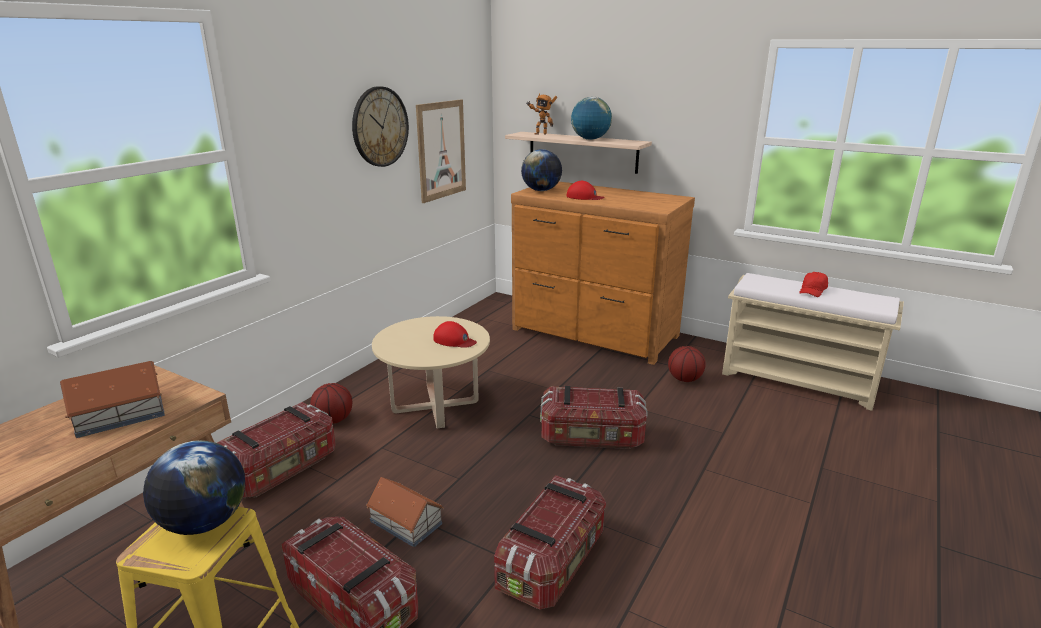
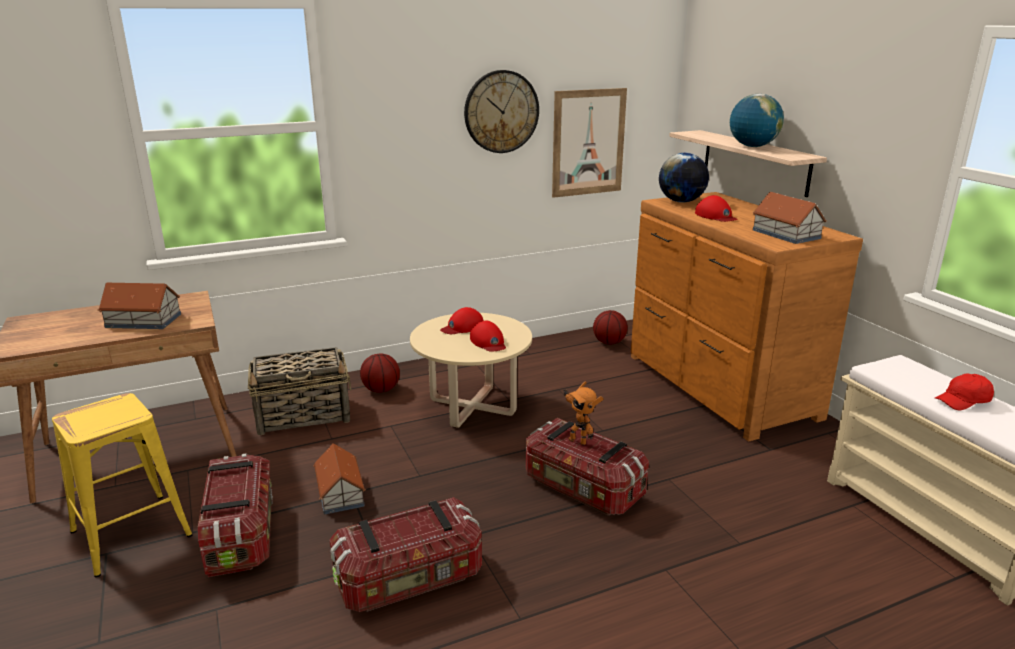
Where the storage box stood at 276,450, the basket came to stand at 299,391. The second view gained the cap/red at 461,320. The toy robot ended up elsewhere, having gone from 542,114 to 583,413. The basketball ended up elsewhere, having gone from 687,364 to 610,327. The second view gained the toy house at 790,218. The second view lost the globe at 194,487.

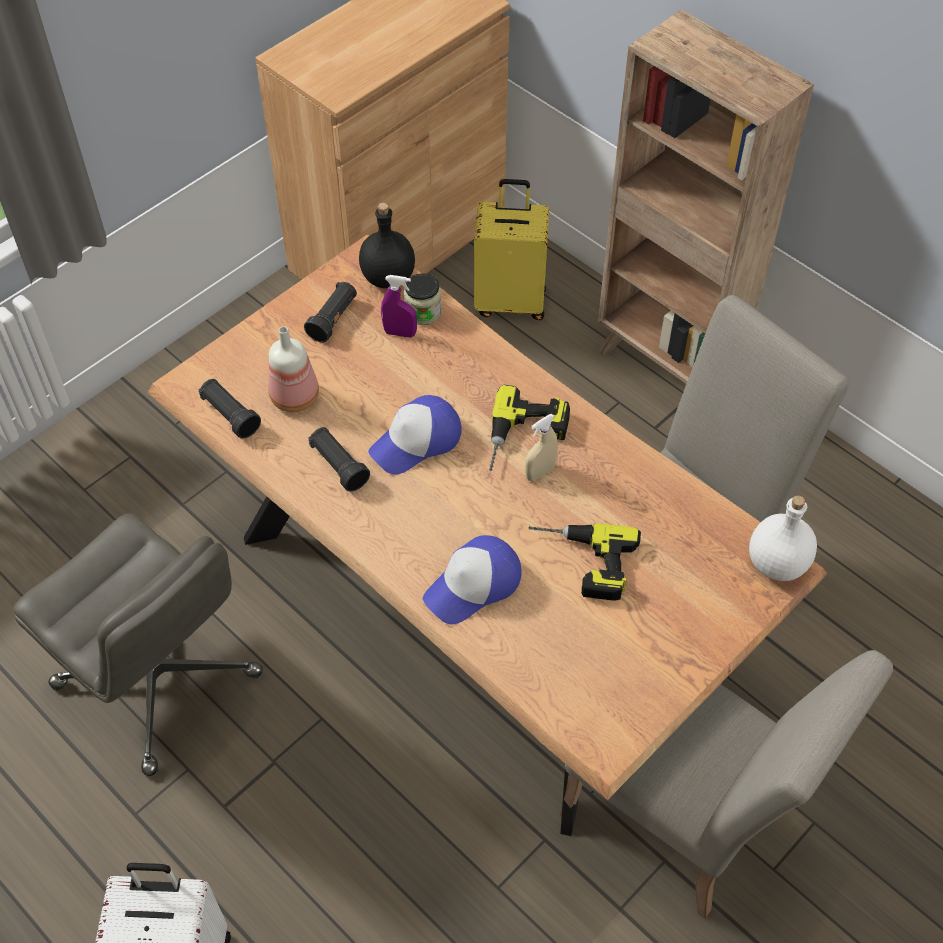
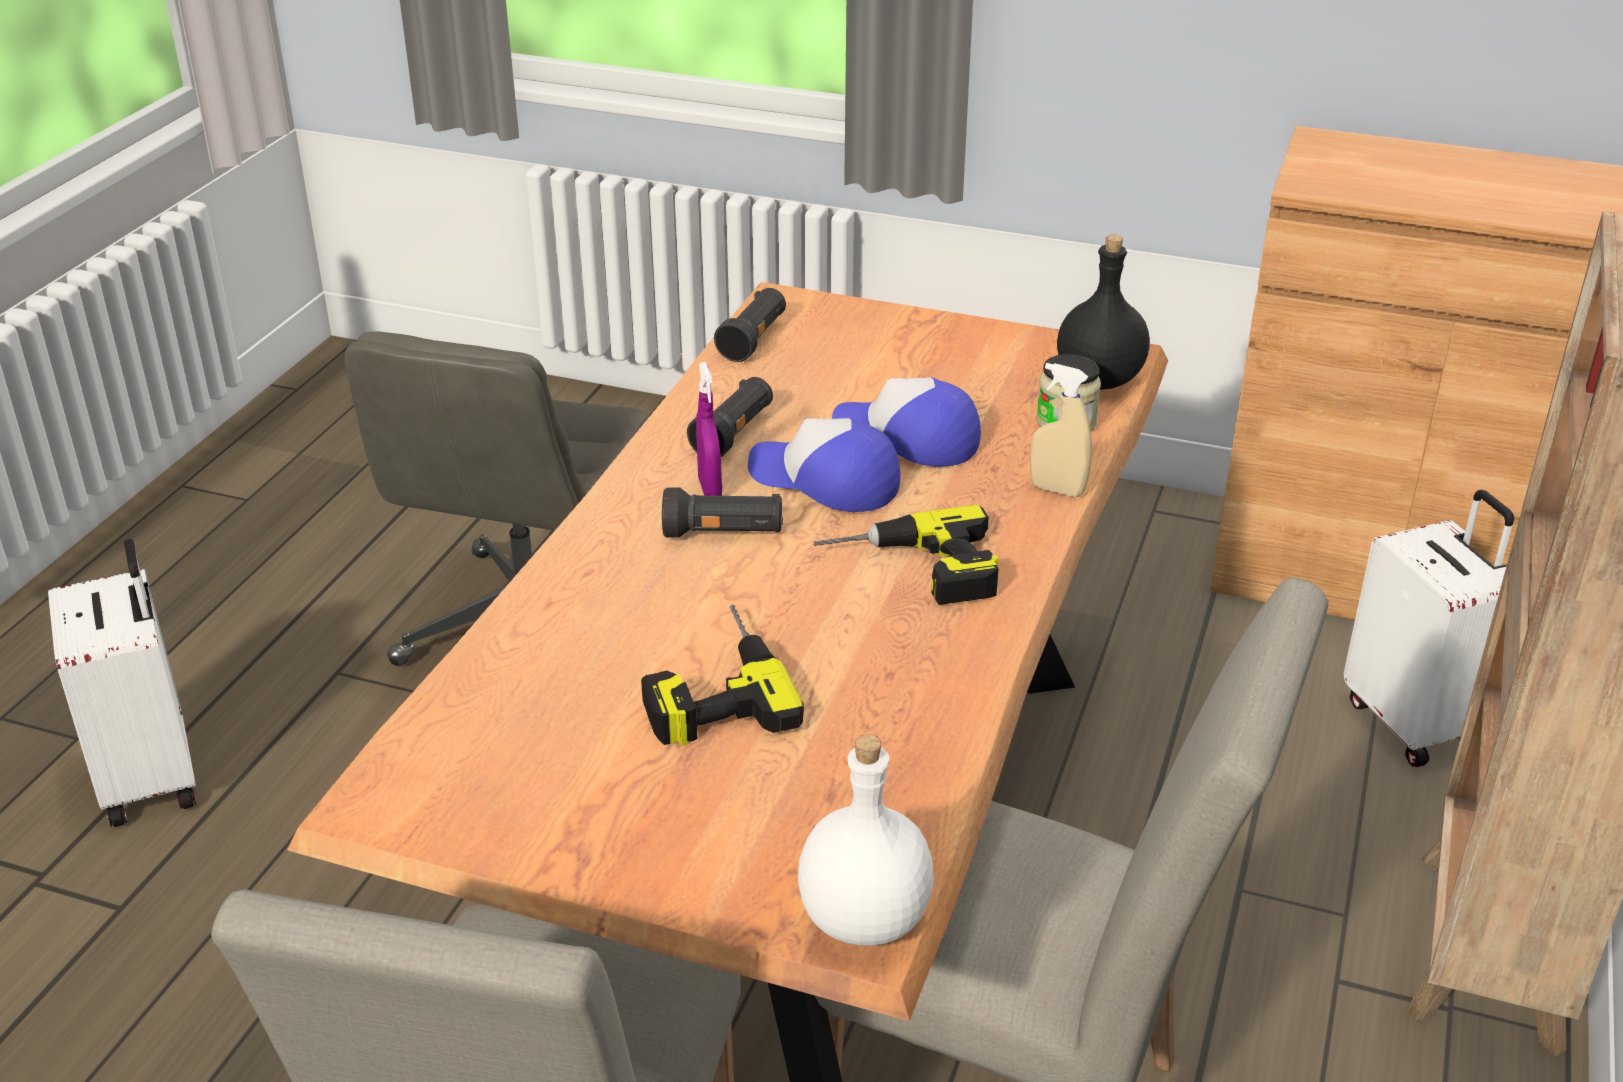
The flashlight/black ended up elsewhere, having gone from 330,312 to 722,512. The spray bottle/purple ended up elsewhere, having gone from 399,306 to 709,429. The cap ended up elsewhere, having gone from 472,579 to 906,422. The spray bottle/beige ended up elsewhere, having gone from 541,447 to 1061,430. What was the suitcase/yellow at 511,249 turned into the suitcase/white at 1429,628. The second view lost the bottle at 293,369.

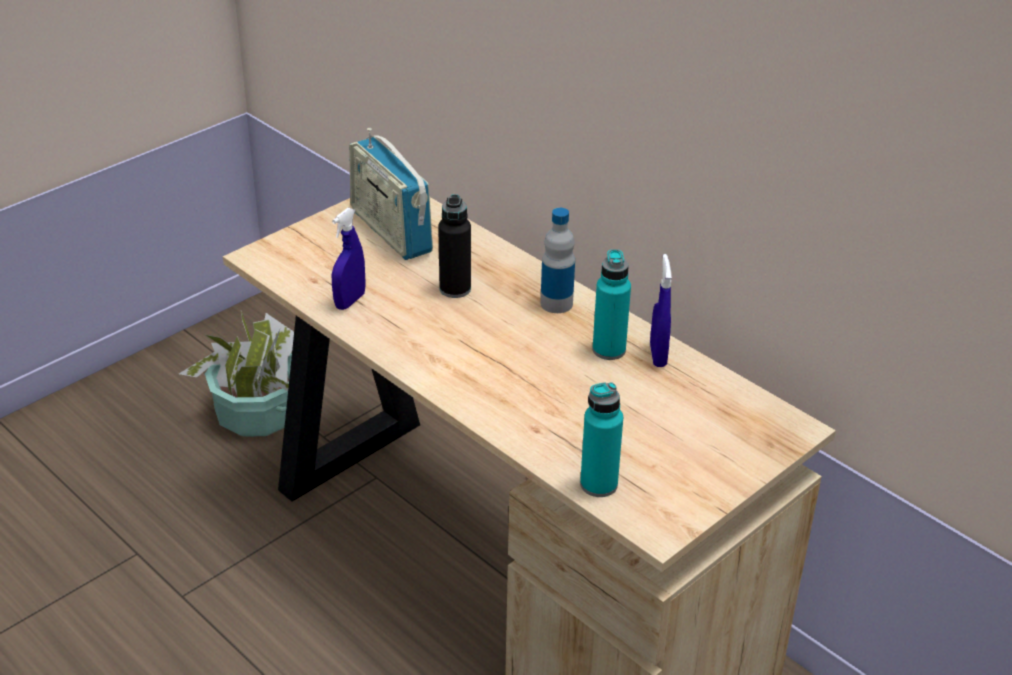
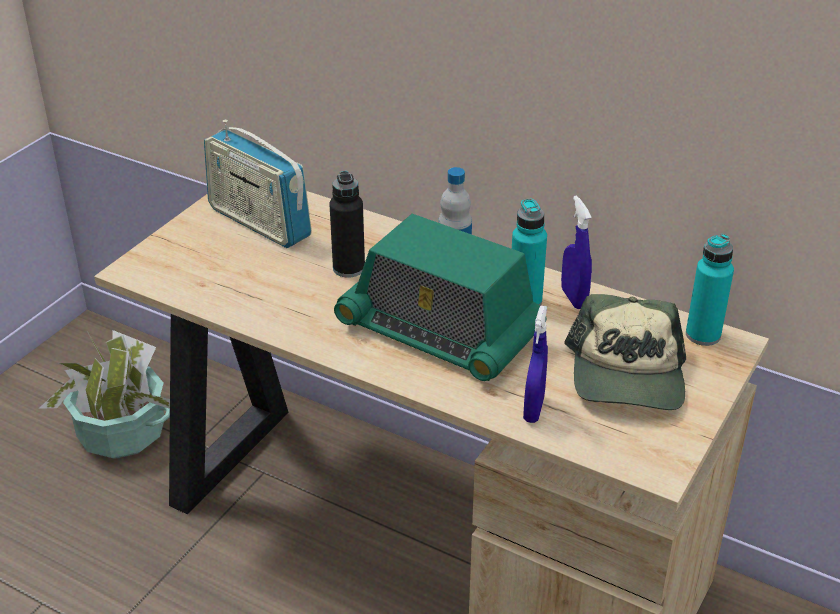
The second view gained the radio at 440,297. The spray bottle/blue ended up elsewhere, having gone from 349,259 to 535,364. The second view gained the cap at 625,352. The bottle/turquoise ended up elsewhere, having gone from 601,439 to 710,290.

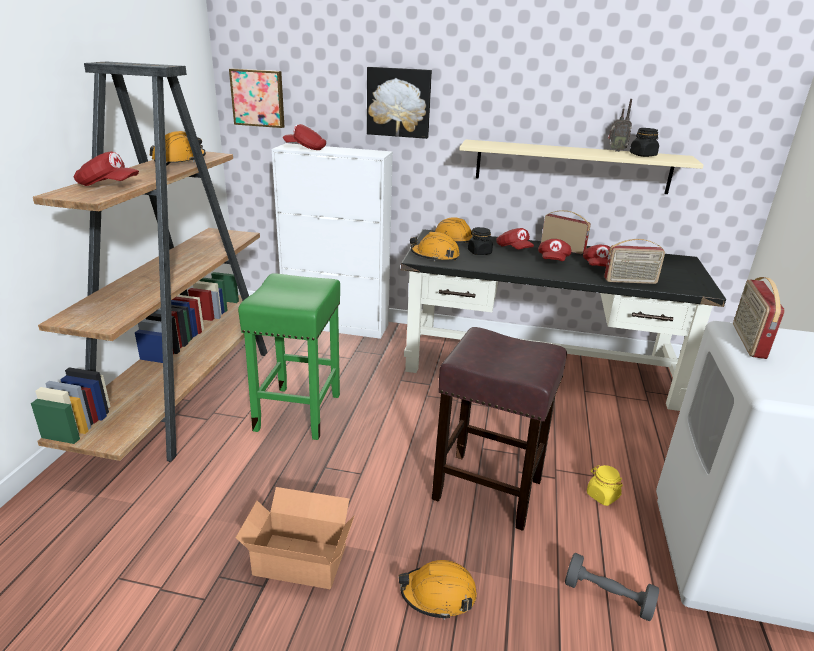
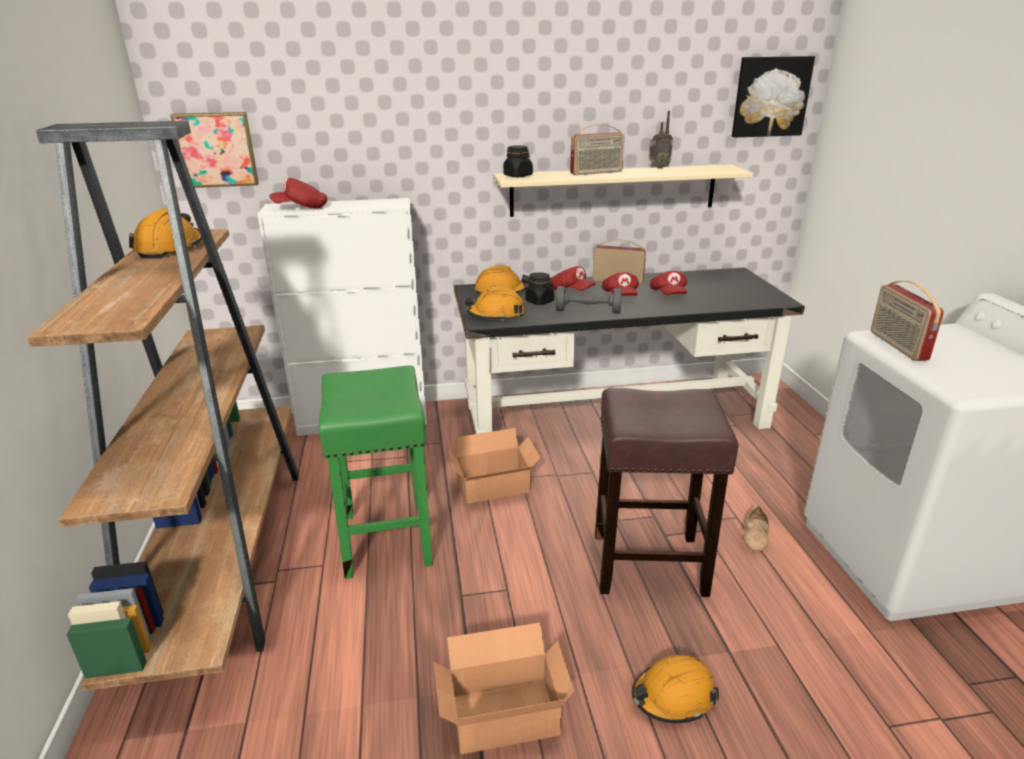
The second view gained the cardboard box at 494,466. The jar/black ended up elsewhere, having gone from 644,142 to 518,161. The dumbbell/grey ended up elsewhere, having gone from 612,587 to 589,300. The radio ended up elsewhere, having gone from 634,261 to 597,149. The picture ended up elsewhere, having gone from 399,103 to 773,96. Where the jar/yellow stood at 605,485, the shoe/beige came to stand at 756,528. The second view lost the cap/red at 106,168.

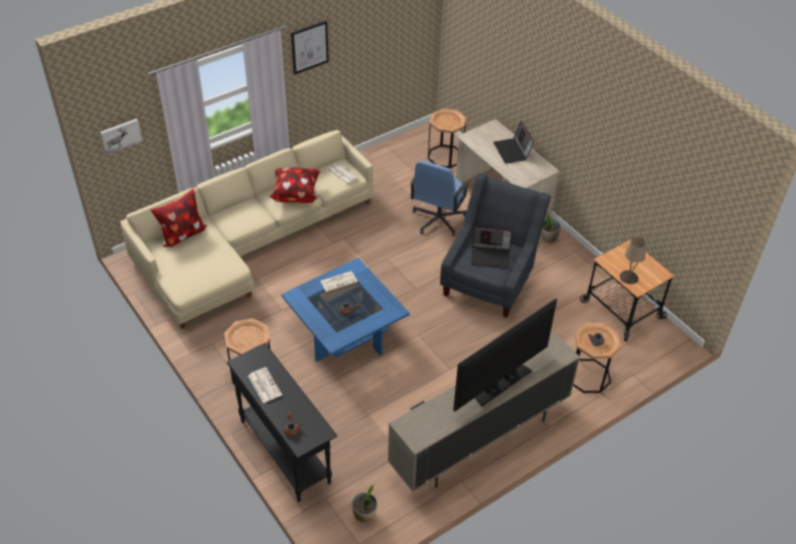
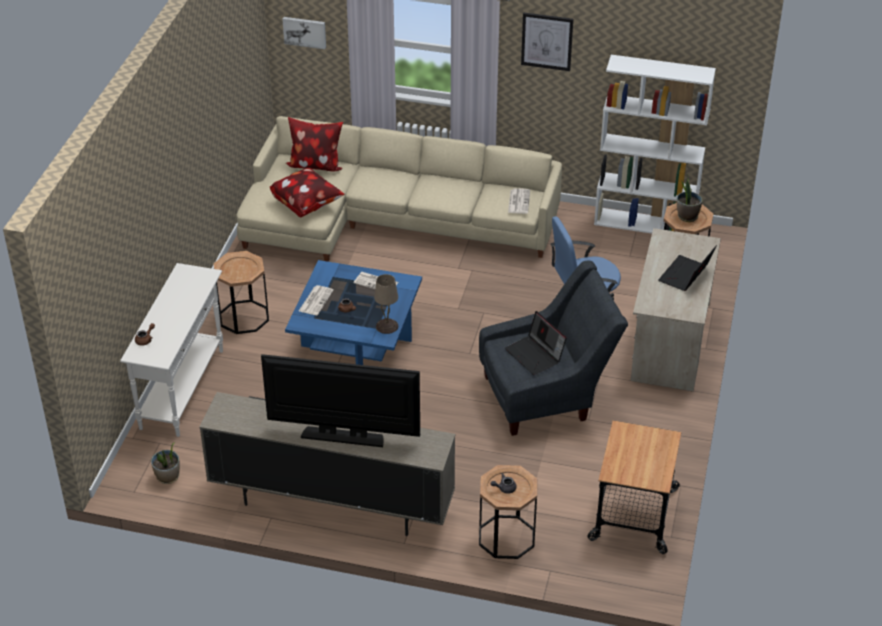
What was the console table/black at 282,422 turned into the console table/white at 171,350. The pillow ended up elsewhere, having gone from 295,185 to 307,192. The newspaper ended up elsewhere, having gone from 265,385 to 316,300. The table lamp/beige ended up elsewhere, having gone from 633,260 to 386,304. The second view gained the bookcase/white at 655,144. The potted plant ended up elsewhere, having gone from 551,228 to 690,198.

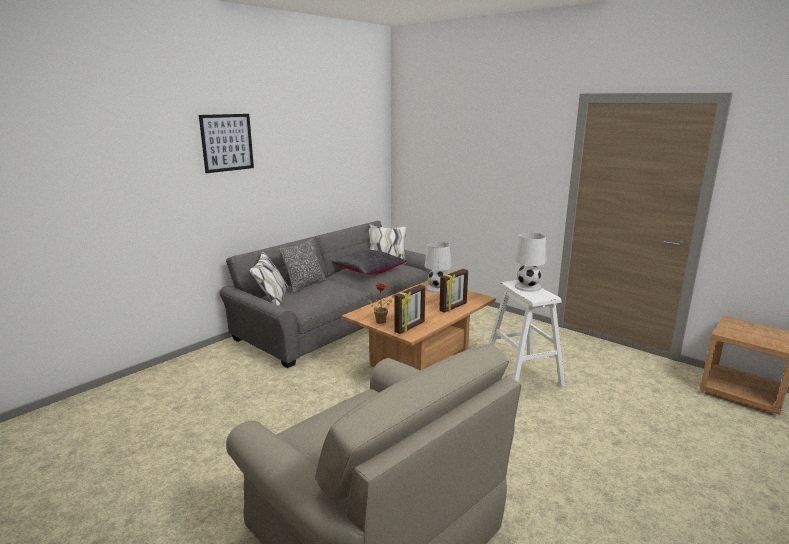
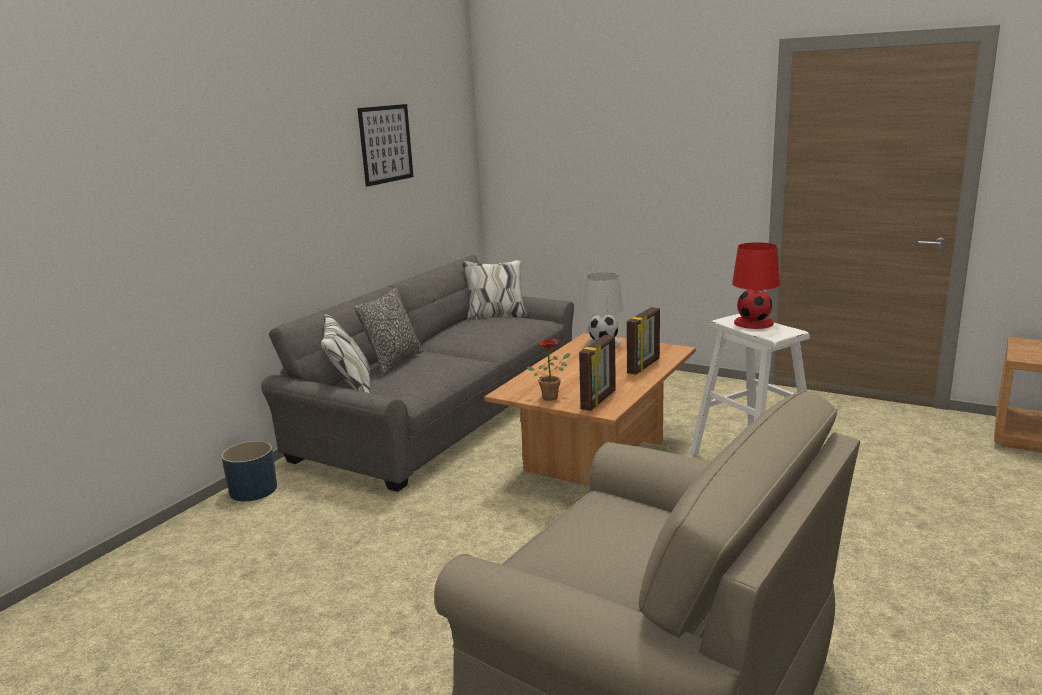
The second view gained the planter/blue at 249,471. The picture ended up elsewhere, having gone from 226,143 to 385,145. What was the table lamp/white at 530,262 turned into the table lamp/red at 756,285. The second view lost the pillow/black at 369,262.

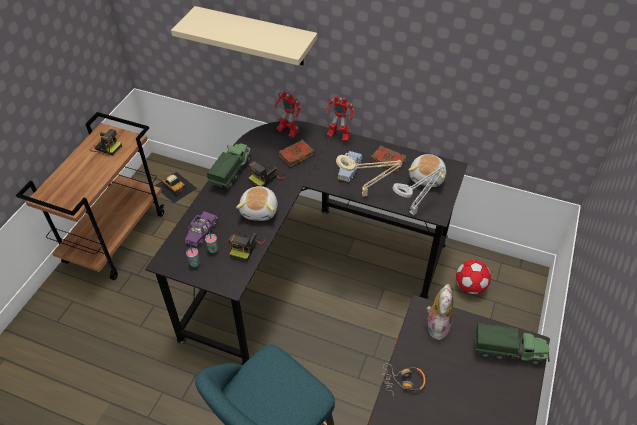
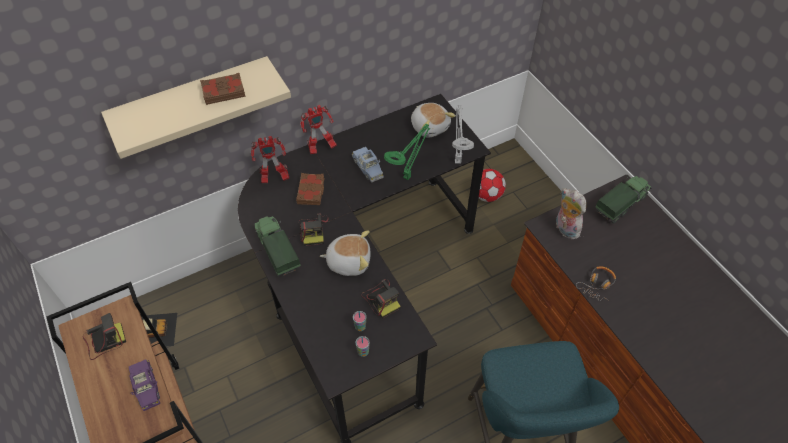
The toy car/purple ended up elsewhere, having gone from 202,230 to 144,385. The book/brown ended up elsewhere, having gone from 388,158 to 223,89. The plush toy at 257,203 ended up facing another way, 45 degrees counterclockwise from before. What was the table lamp/beige at 369,176 turned into the table lamp/green at 407,152.

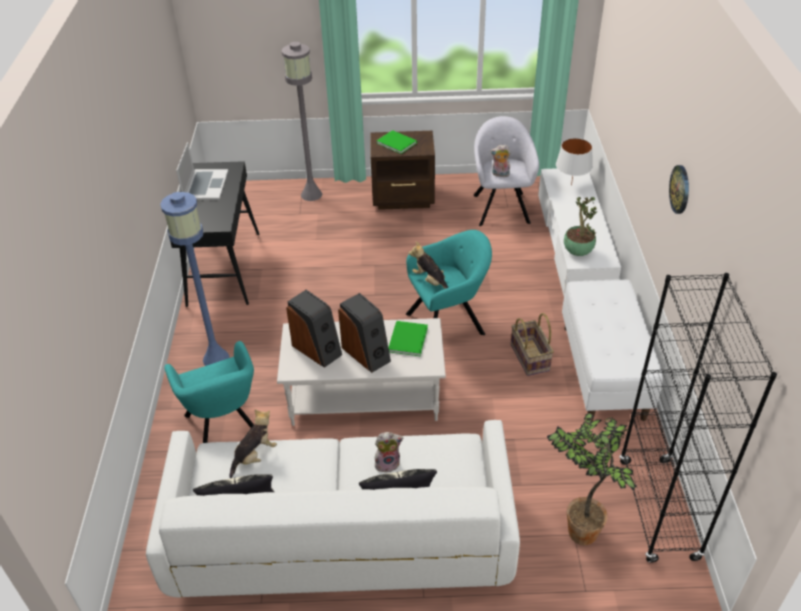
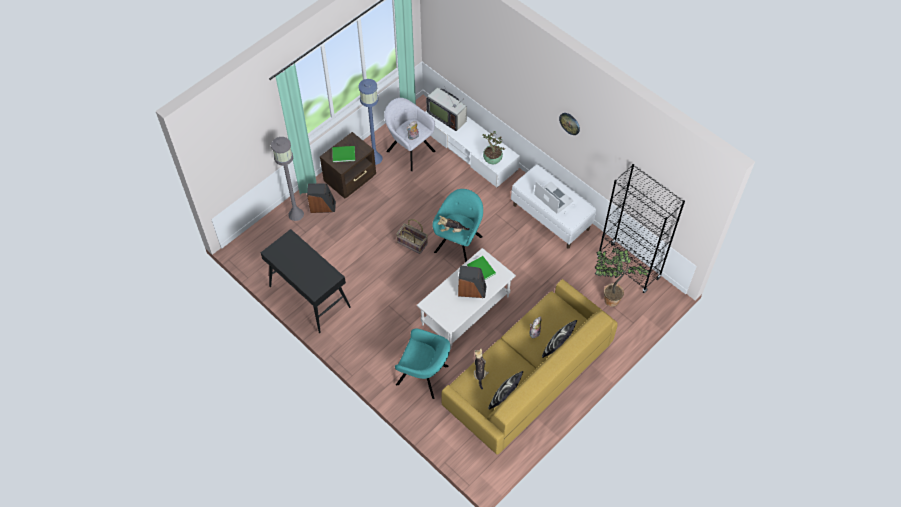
The speaker ended up elsewhere, having gone from 314,329 to 321,198. The floor lamp/blue ended up elsewhere, having gone from 194,279 to 370,122. The basket ended up elsewhere, having gone from 532,344 to 412,236. Where the table lamp/white stood at 574,162, the television came to stand at 446,109. What was the sofa/white at 333,509 turned into the sofa/yellow at 529,367. The laptop ended up elsewhere, having gone from 202,171 to 554,197.

